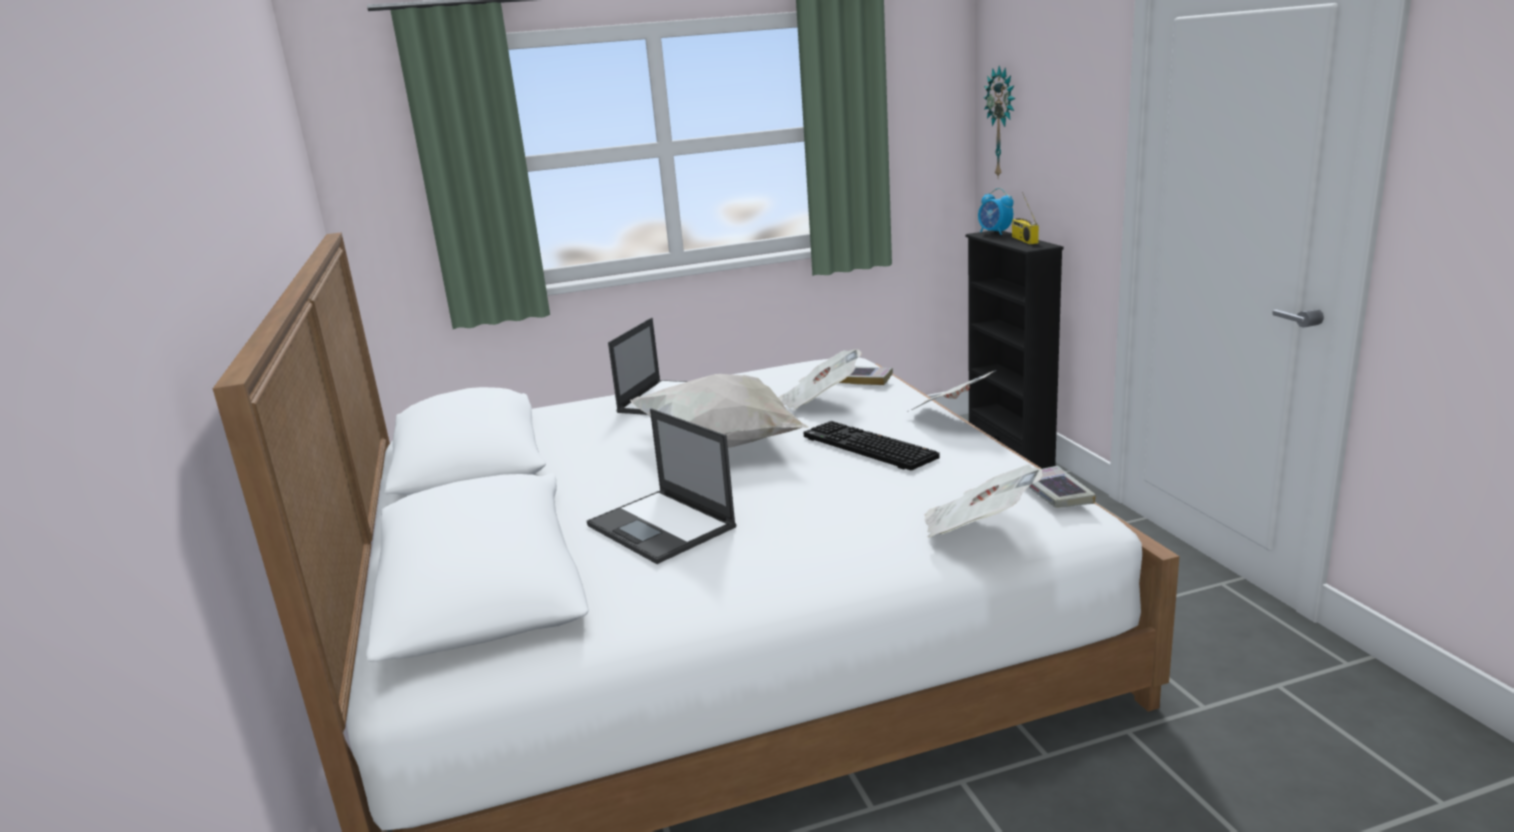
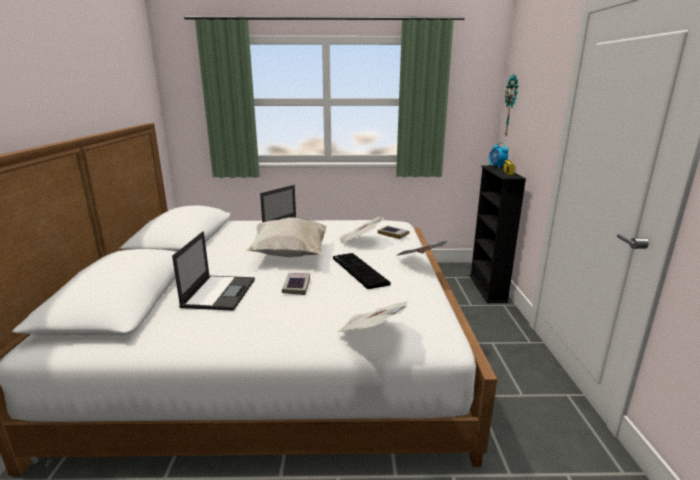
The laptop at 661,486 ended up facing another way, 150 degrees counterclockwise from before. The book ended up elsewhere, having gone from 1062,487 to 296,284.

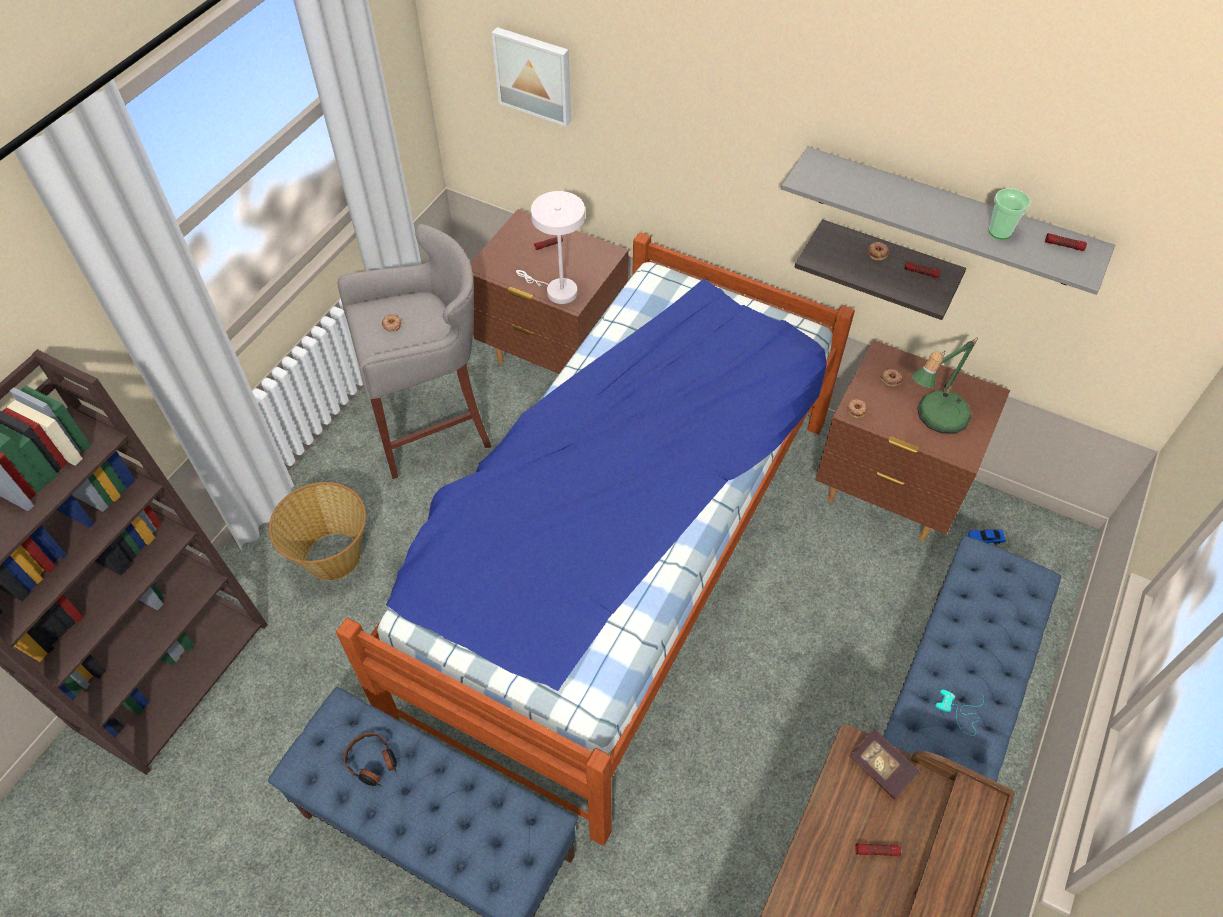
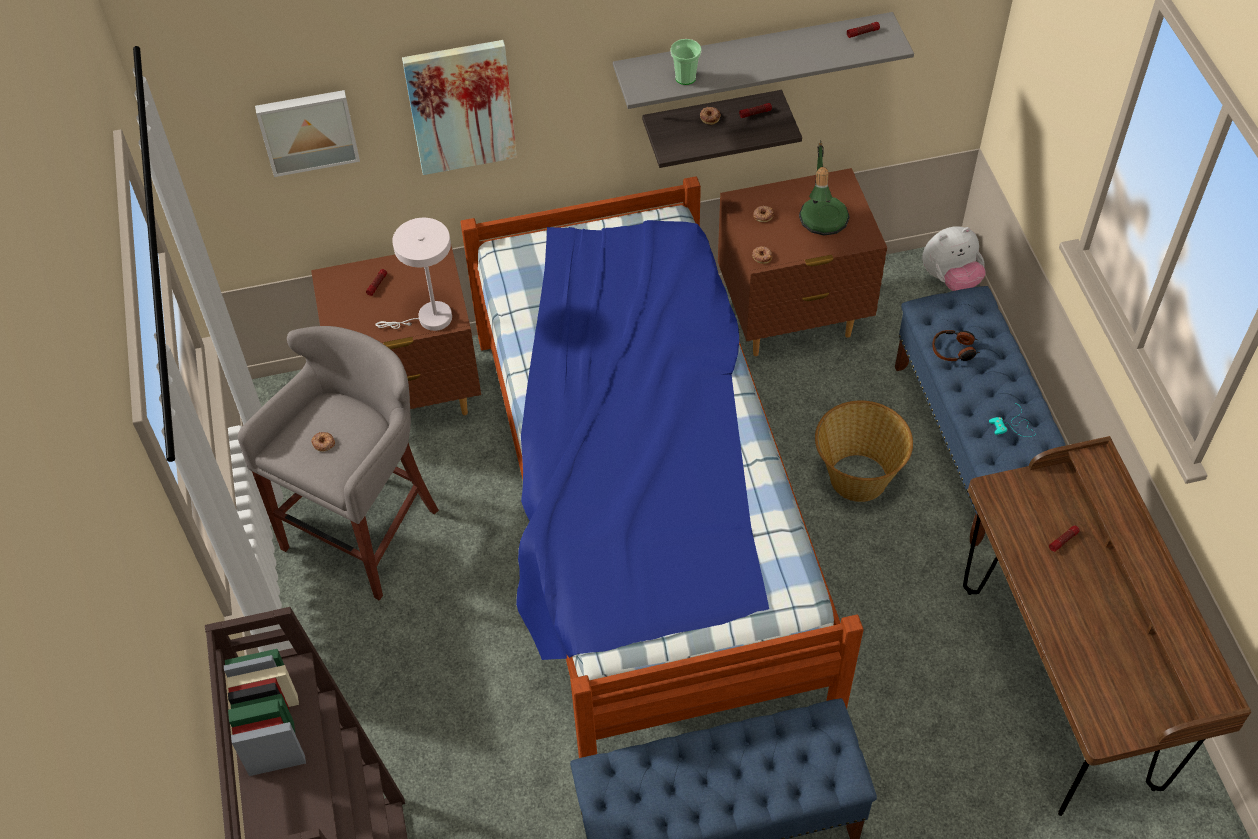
The second view gained the picture at 459,107. The cup ended up elsewhere, having gone from 1010,213 to 686,62. The basket ended up elsewhere, having gone from 317,531 to 864,451. The second view gained the plush toy at 954,258. The headphones ended up elsewhere, having gone from 370,759 to 956,345. The second view lost the book at 884,764. The second view lost the toy car at 986,537.

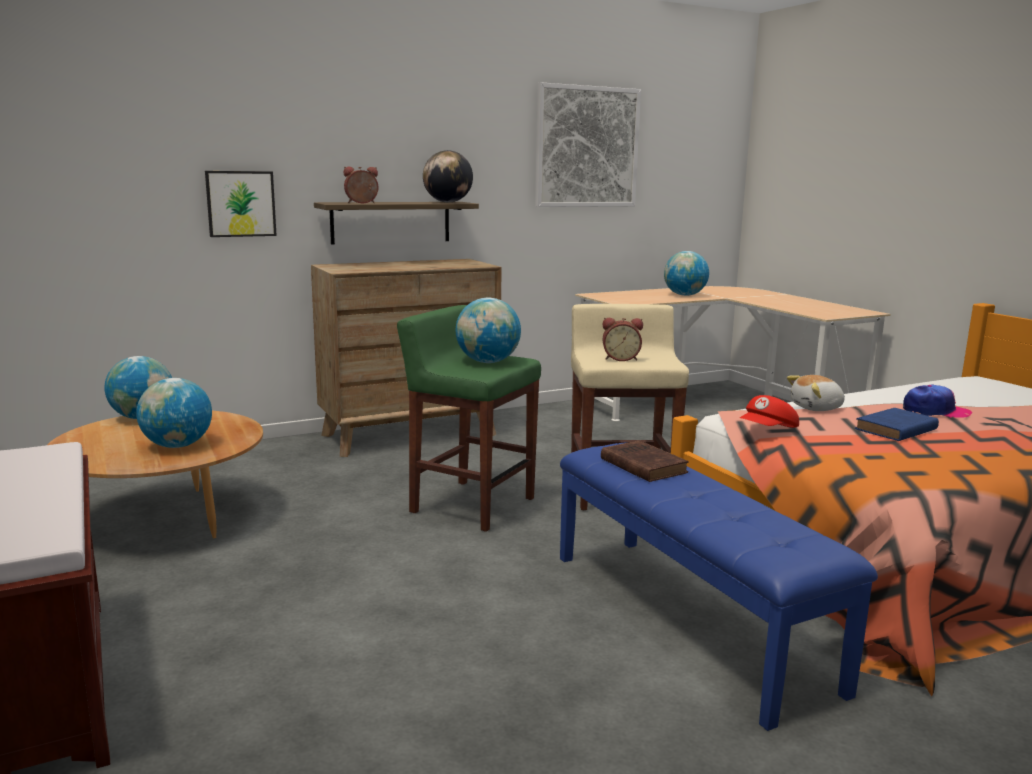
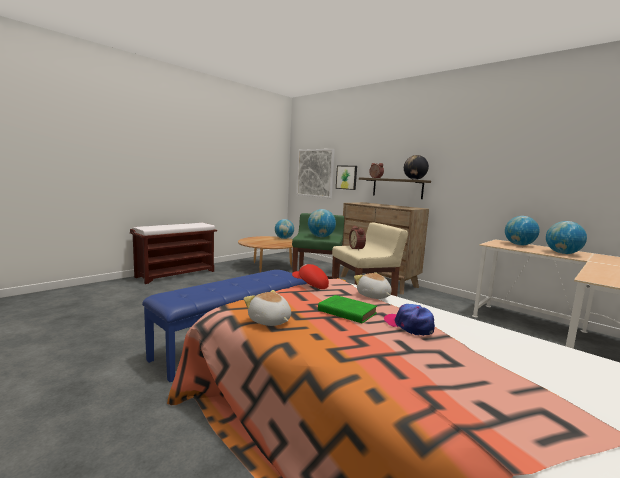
The second view gained the plush toy at 267,308. The picture ended up elsewhere, having gone from 588,144 to 315,173. What was the book/blue at 897,424 turned into the book/green at 347,309. The cap at 937,401 ended up facing another way, 150 degrees clockwise from before. The globe ended up elsewhere, having gone from 174,413 to 522,230. The second view lost the book/brown at 645,461.

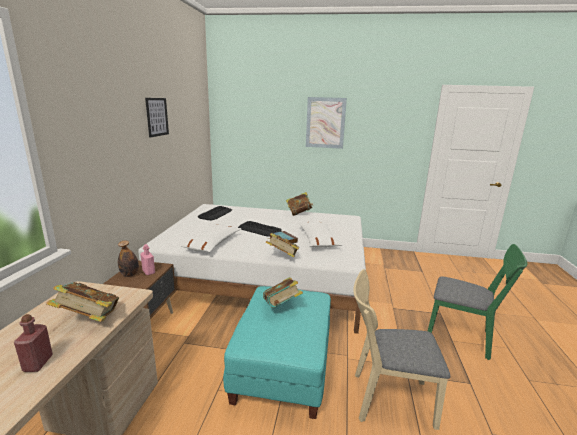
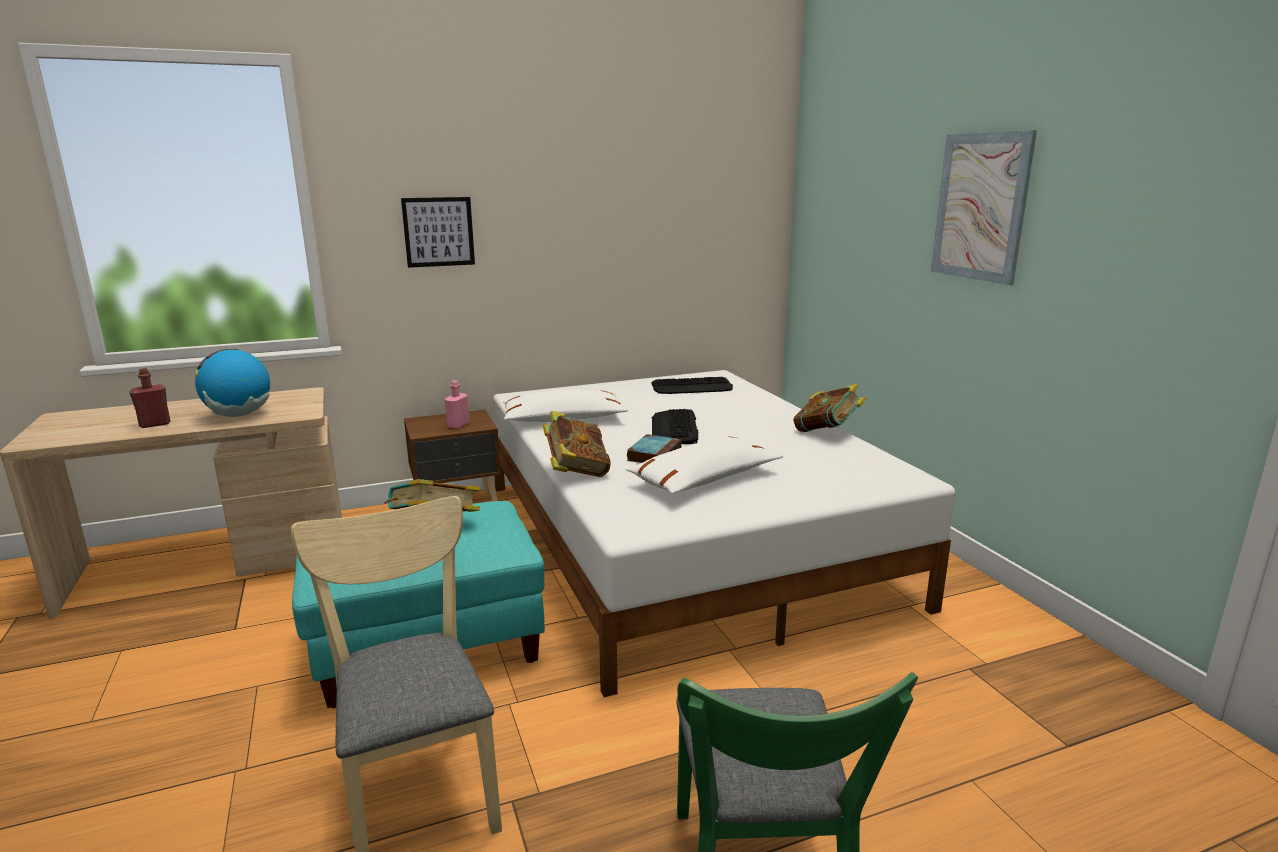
Where the book stood at 82,302, the globe came to stand at 232,383. The picture ended up elsewhere, having gone from 157,118 to 438,232. The second view lost the bottle at 128,258.

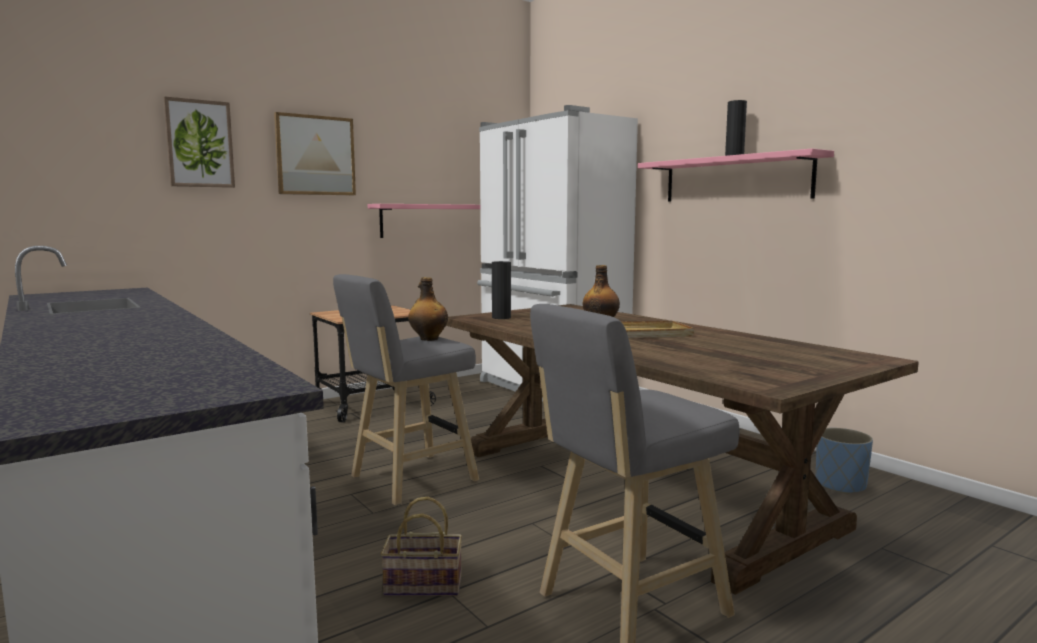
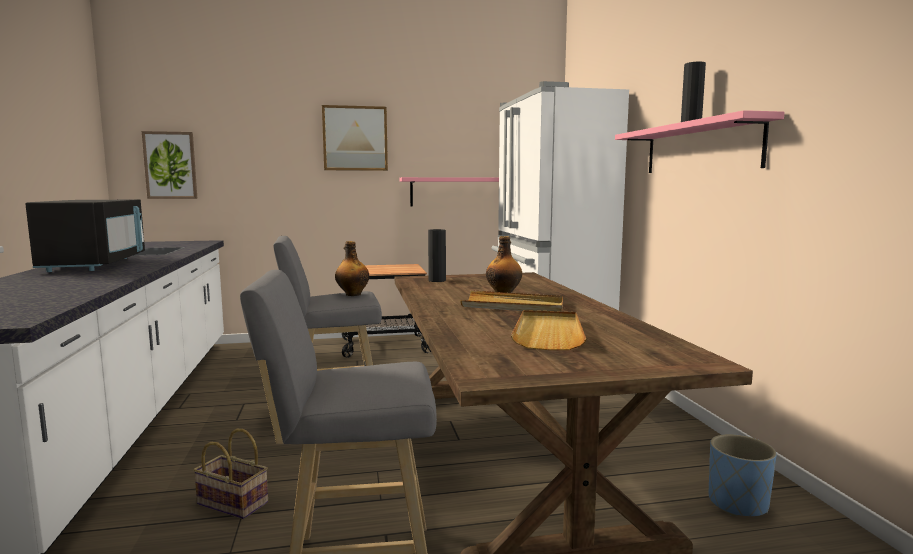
The second view gained the microwave/black at 85,235. The picture ended up elsewhere, having gone from 199,142 to 169,165. The second view gained the tray/beige at 548,330.

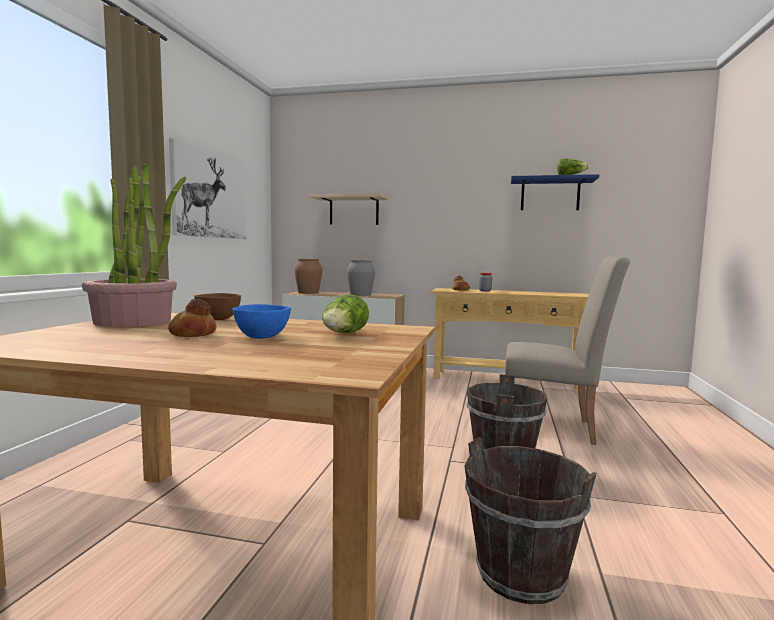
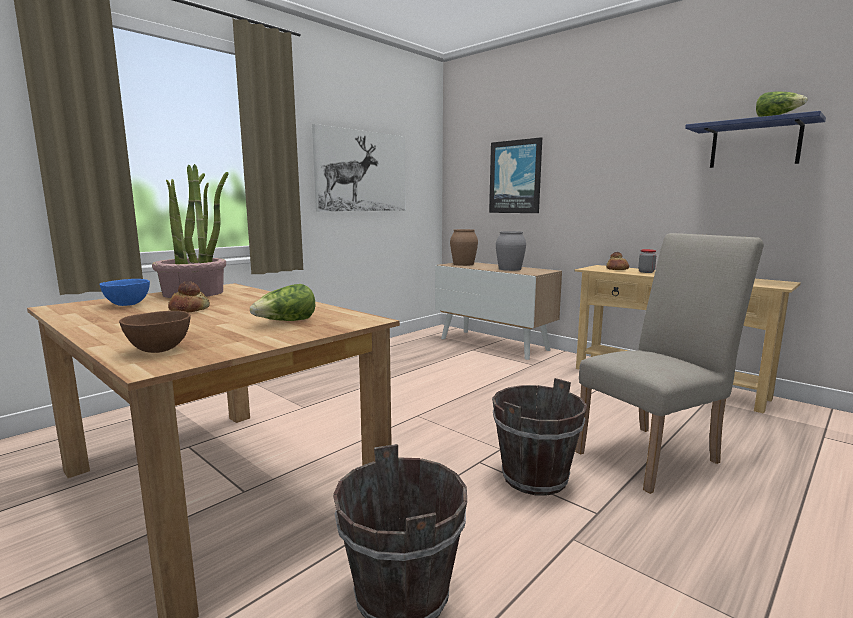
The bowl/blue ended up elsewhere, having gone from 262,321 to 125,292. The bowl/brown ended up elsewhere, having gone from 217,306 to 155,332. Where the shelf/beige hung at 349,209, the picture came to hang at 515,175. The chair/beige at 567,350 ended up facing another way, 75 degrees counterclockwise from before.

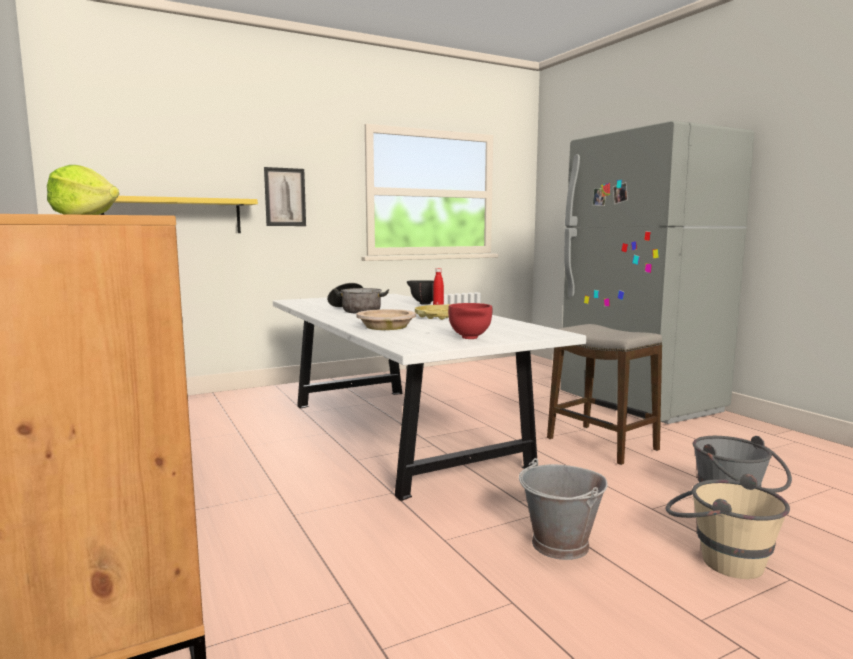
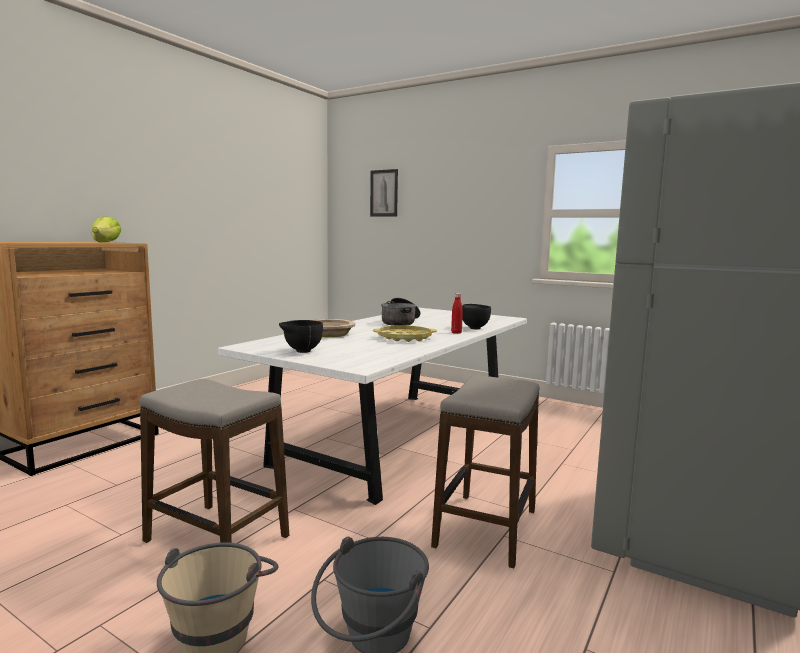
Where the bucket/grey stood at 563,509, the stool came to stand at 214,460. What was the bowl/red at 470,321 turned into the bowl/black at 301,336. The picture ended up elsewhere, having gone from 285,196 to 384,193. The second view lost the shelf/yellow at 179,214.

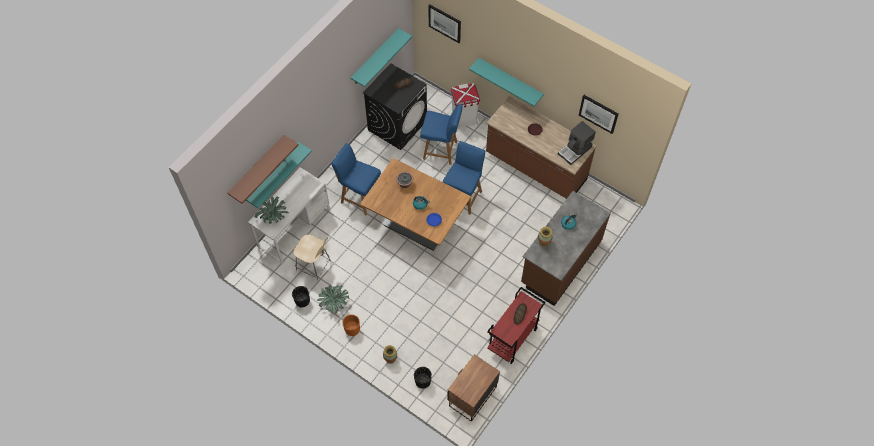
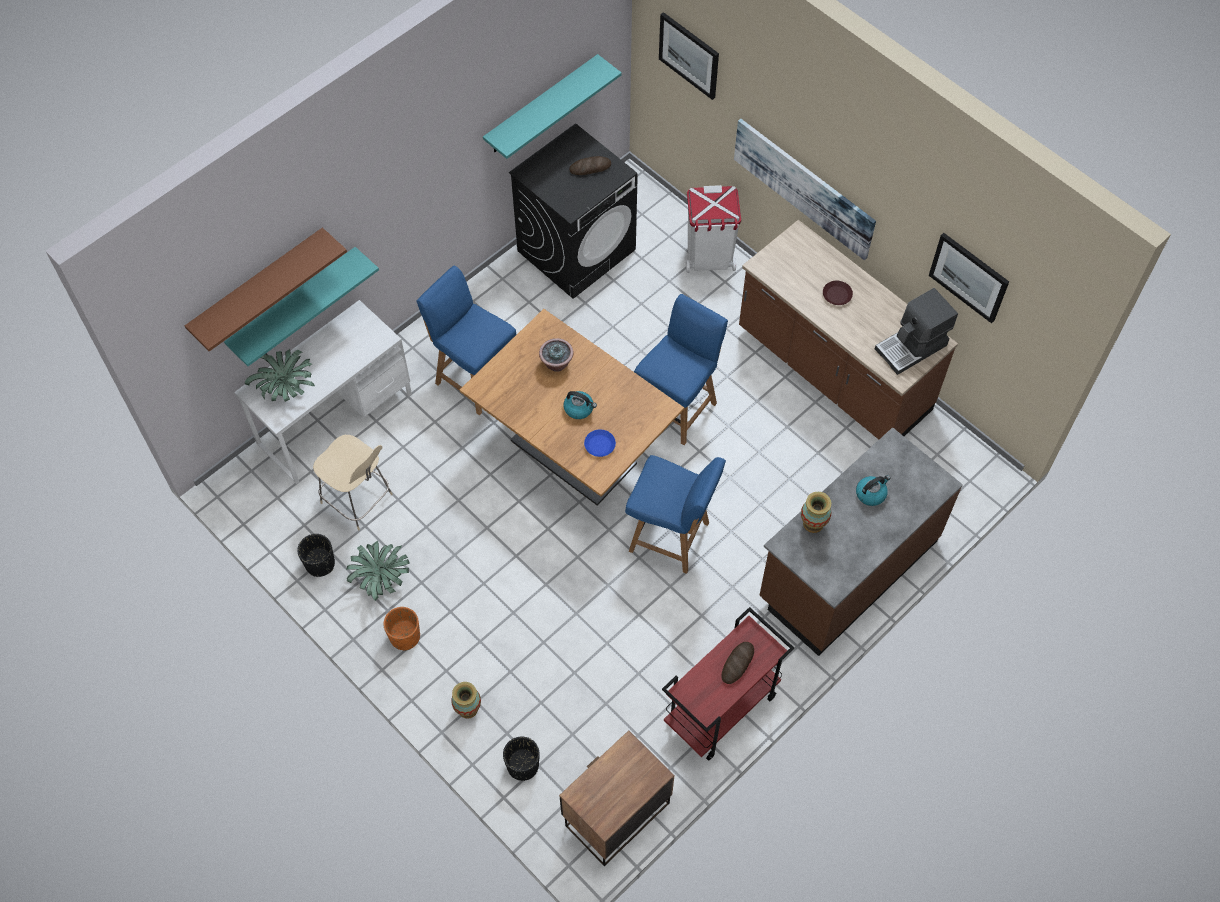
The chair/blue ended up elsewhere, having gone from 441,134 to 675,514. Where the shelf/turquoise hung at 506,82, the picture came to hang at 805,189.

